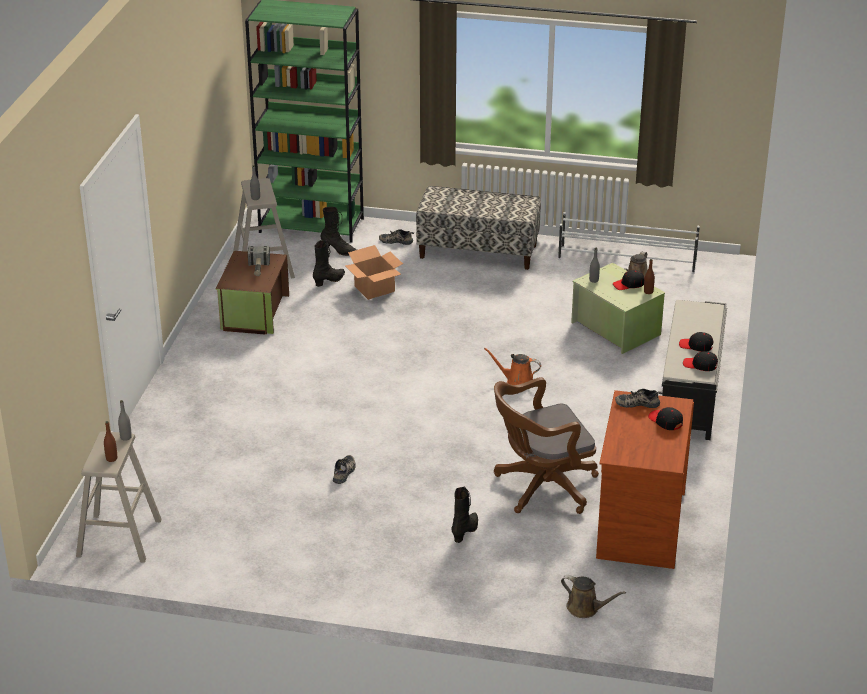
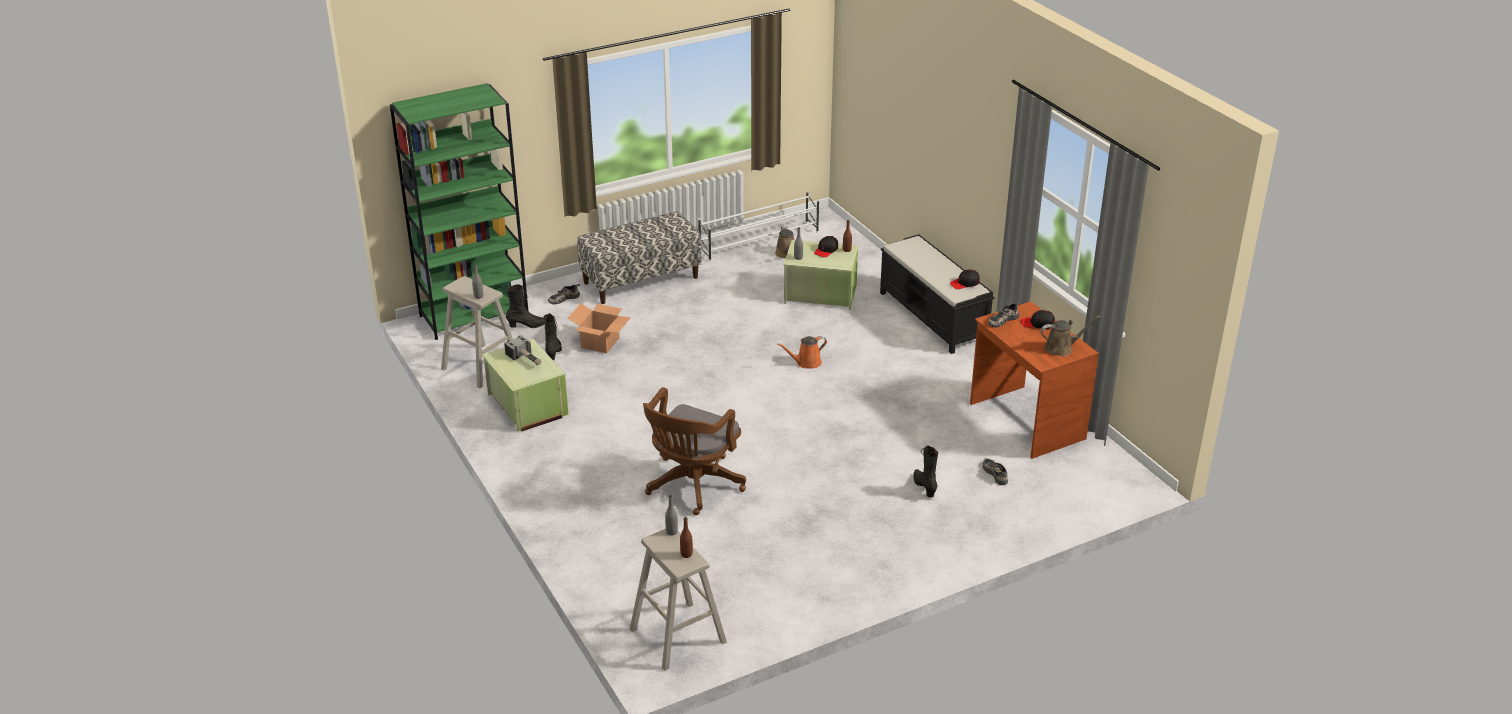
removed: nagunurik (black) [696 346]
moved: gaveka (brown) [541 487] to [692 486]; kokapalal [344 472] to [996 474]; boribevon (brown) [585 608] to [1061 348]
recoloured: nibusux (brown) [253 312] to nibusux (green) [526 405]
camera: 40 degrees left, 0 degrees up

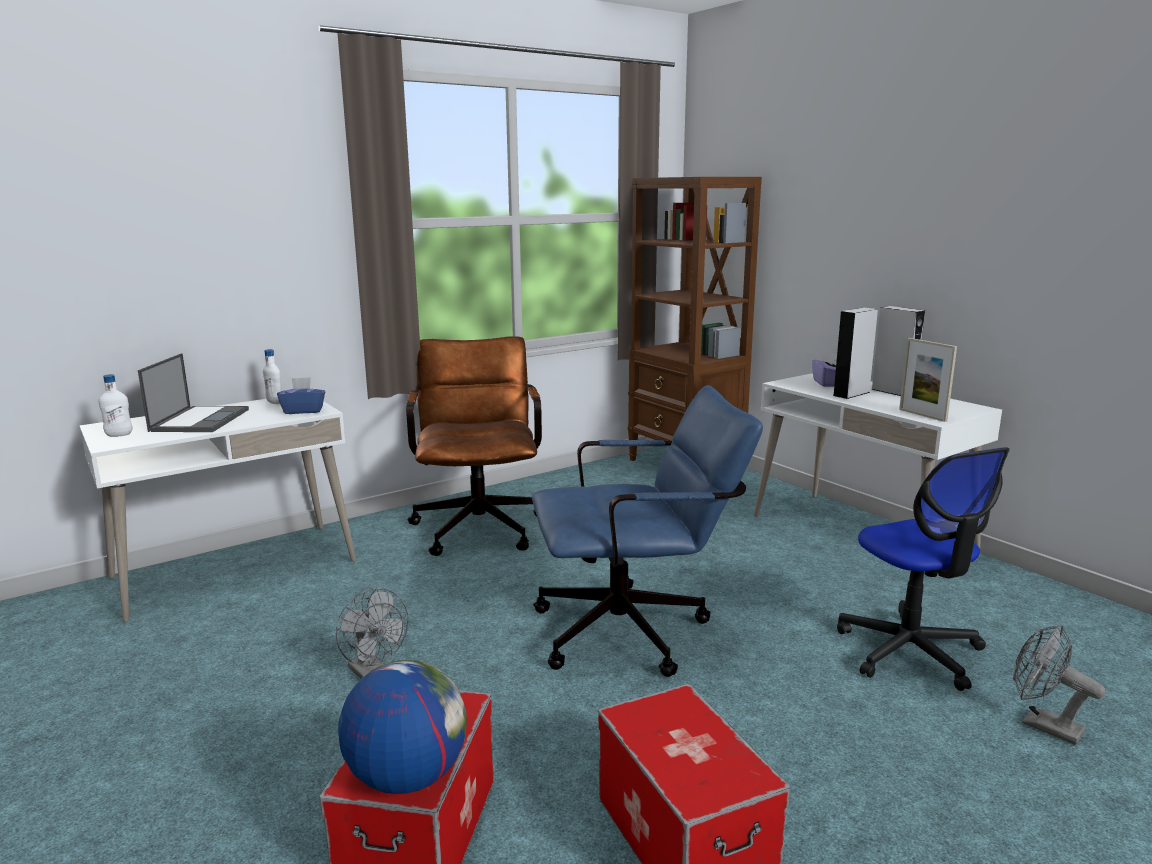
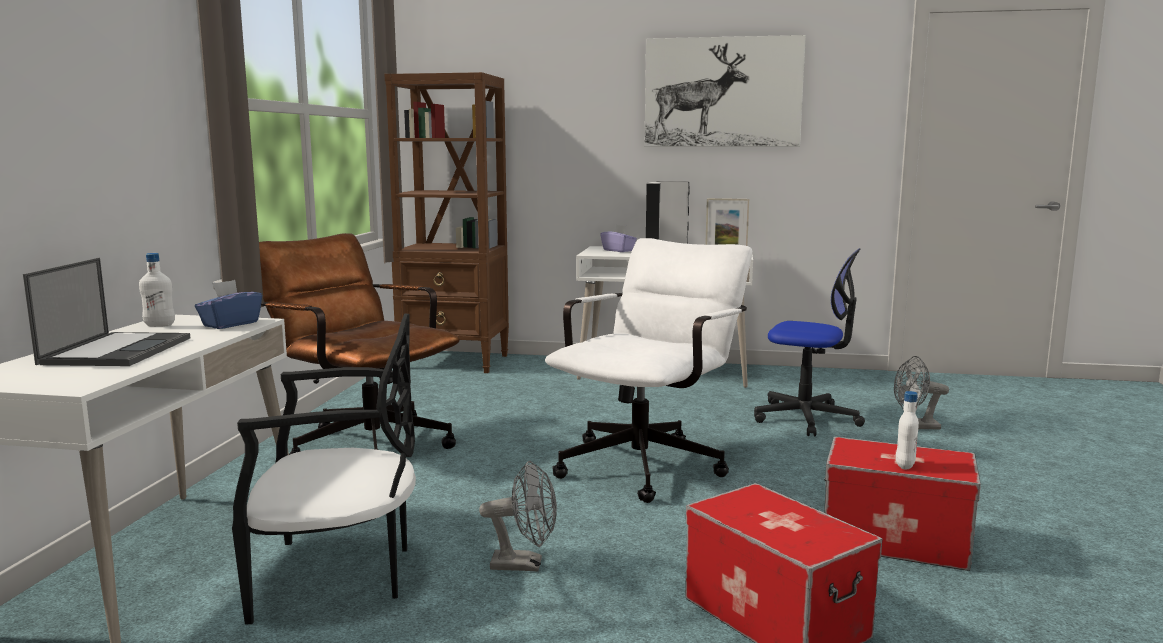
removed: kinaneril [407 777]
added: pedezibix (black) [338 576]; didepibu [722 92]
moved: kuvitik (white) [119 435] to [904 465]
recoloured: gaveka (blue) [636 630] to gaveka (white) [648 463]
turned: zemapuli [200 420] = [117 350] 45 degrees clockwise
camera: 45 degrees left, 5 degrees down

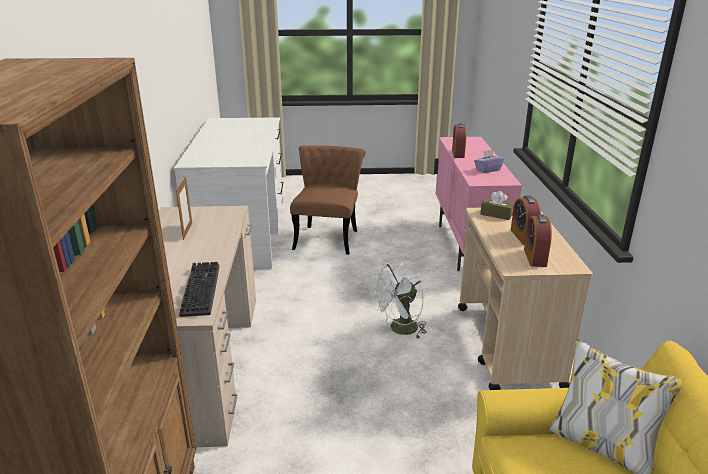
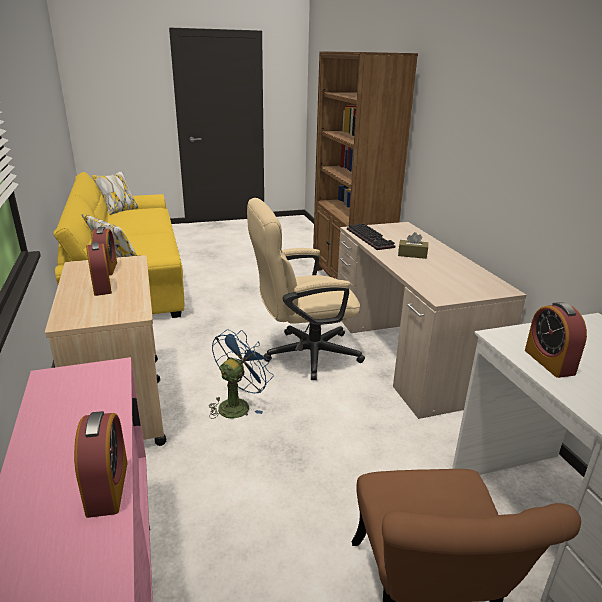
removed: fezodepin [187 231]; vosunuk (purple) [487 170]
added: gaveka (beige) [303 354]; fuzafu [549 362]
moved: vosunuk (brown) [496 214] to [412 254]
recoloured: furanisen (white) [400 330] to furanisen (blue) [237 404]
camera: 165 degrees right, 0 degrees up

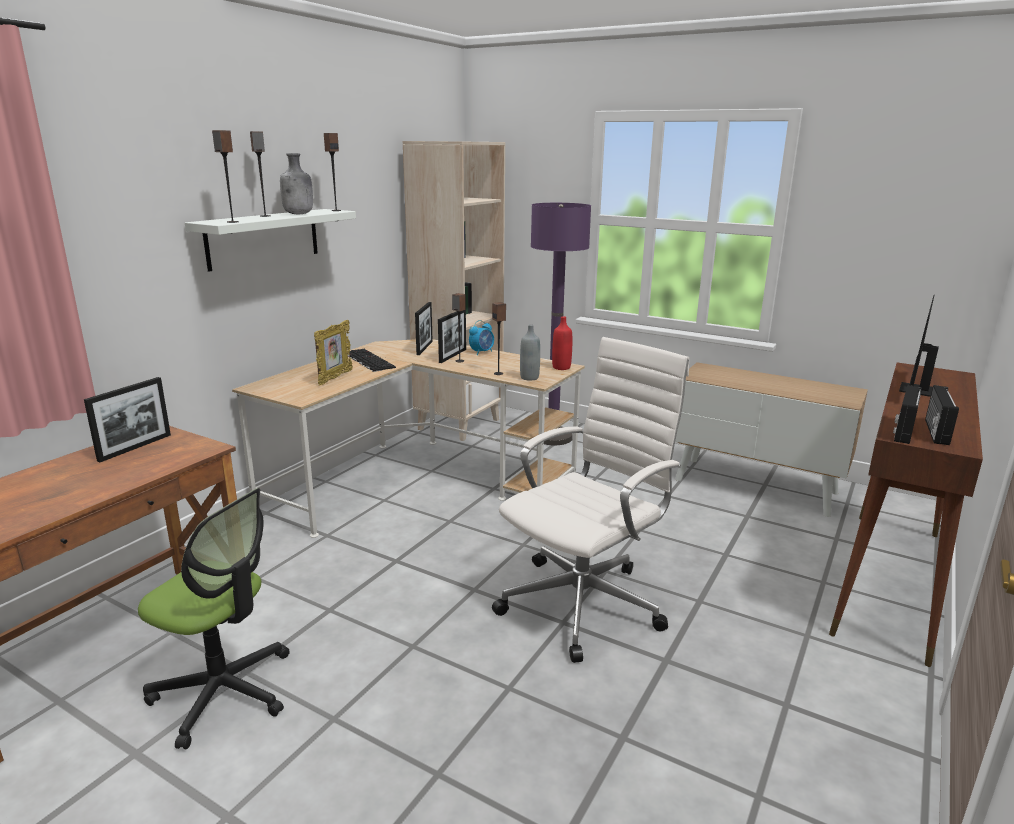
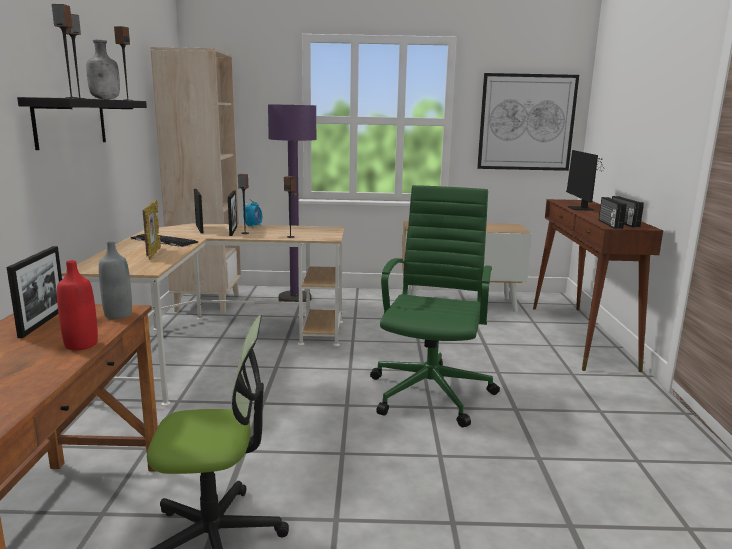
added: didepibu [526 122]
moved: kuvitik (red) [561 367] to [81 345]; kuvitik (grey) [529 377] to [118 315]
recoloured: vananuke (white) [263 238] to vananuke (black) [71 122]; gaveka (white) [585 602] to gaveka (green) [431 392]
camera: 30 degrees left, 5 degrees down

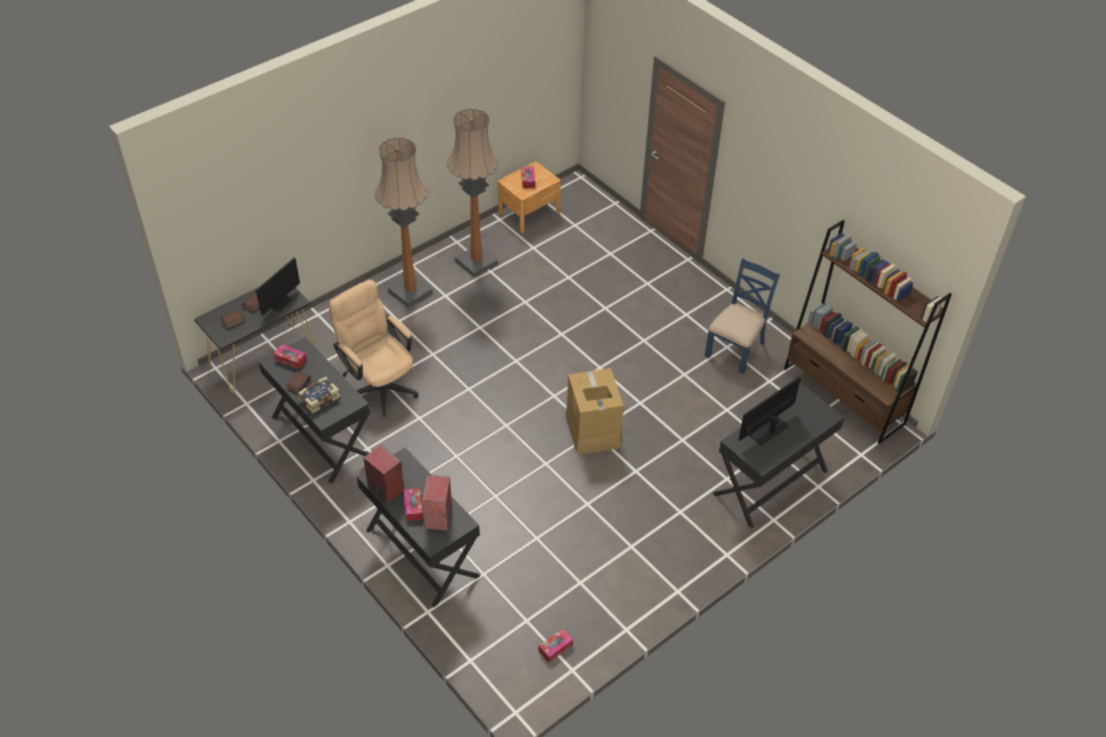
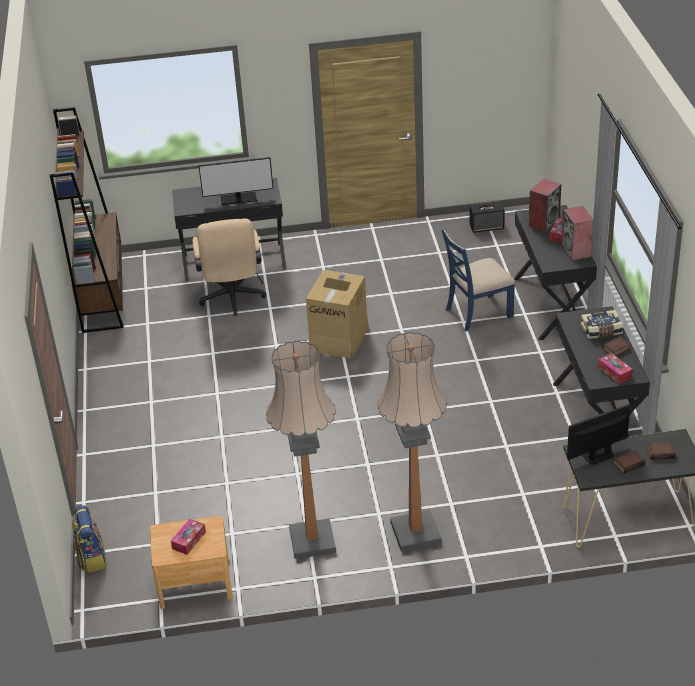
added: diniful [91 558]
moved: gaveka (beige) [379 384] to [232 299]; pedezibix (blue) [735 349] to [478 312]
replaced: vosunuk [555 648] to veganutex [487 227]
camera: 145 degrees left, 10 degrees down

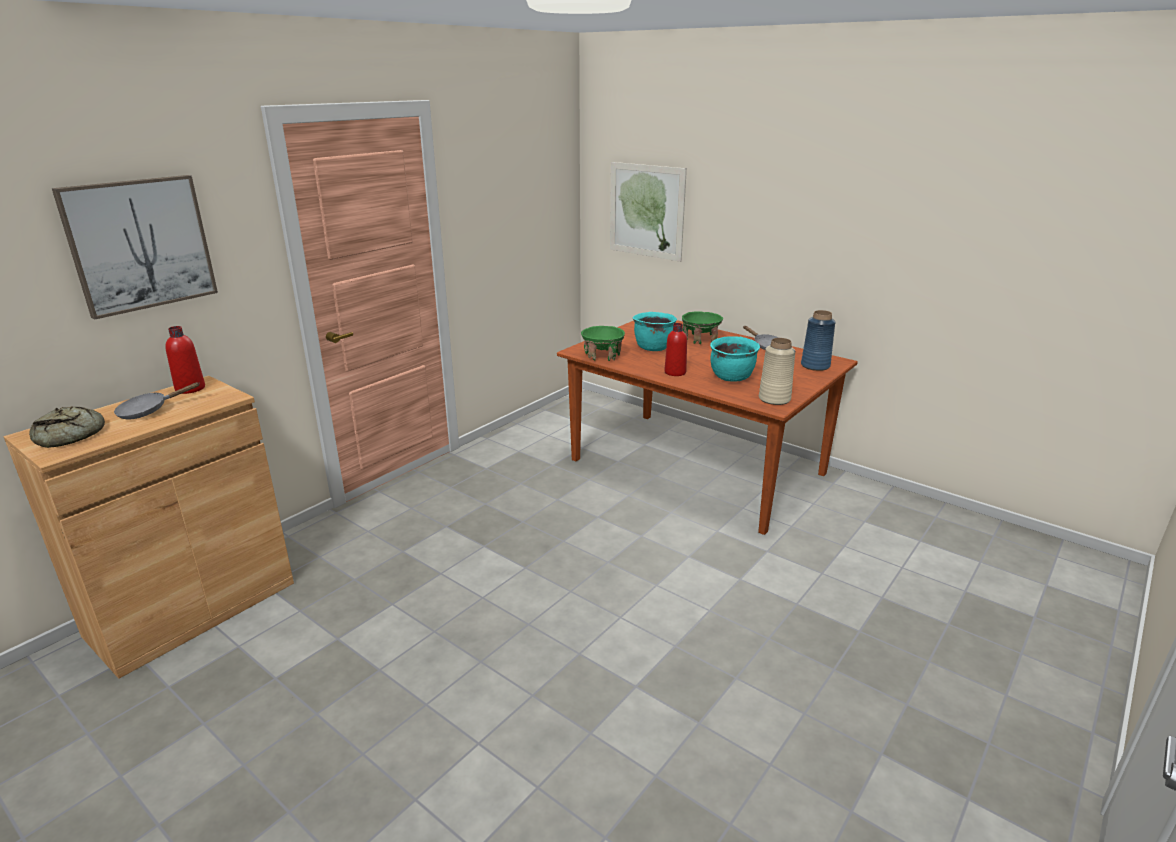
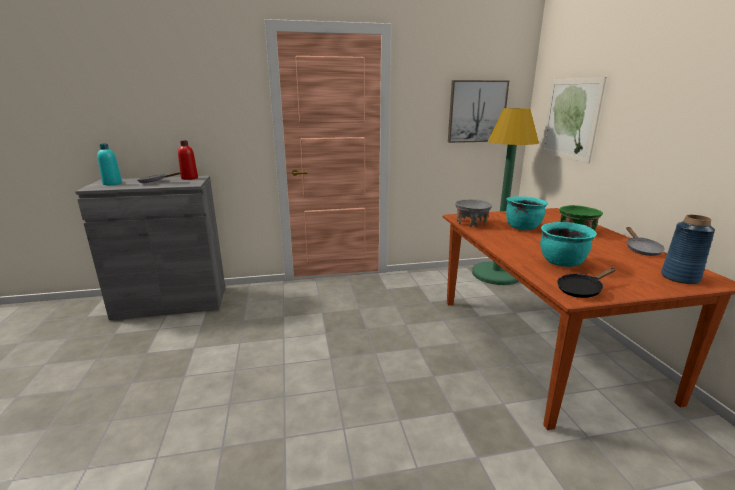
removed: kuvitik (red) [675 372]
added: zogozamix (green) [496 274]
moved: didepibu [140 244] to [477 111]
replaced: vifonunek [70 435] to kuvitik (turquoise) [112 183]; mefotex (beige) [774 399] to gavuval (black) [581 290]
recoloured: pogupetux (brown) [192 608] to pogupetux (grey) [171 302]; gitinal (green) [602 356] to gitinal (grey) [471 223]
camera: 40 degrees right, 5 degrees down

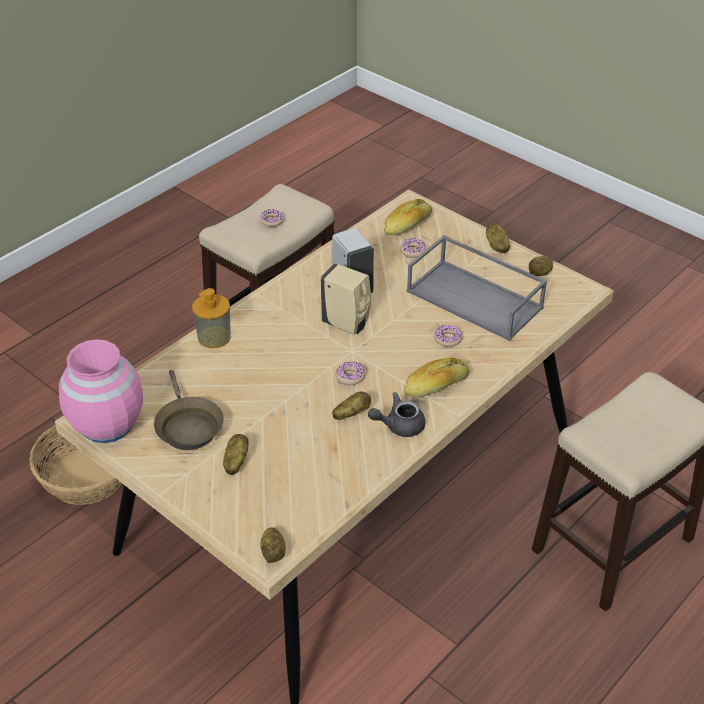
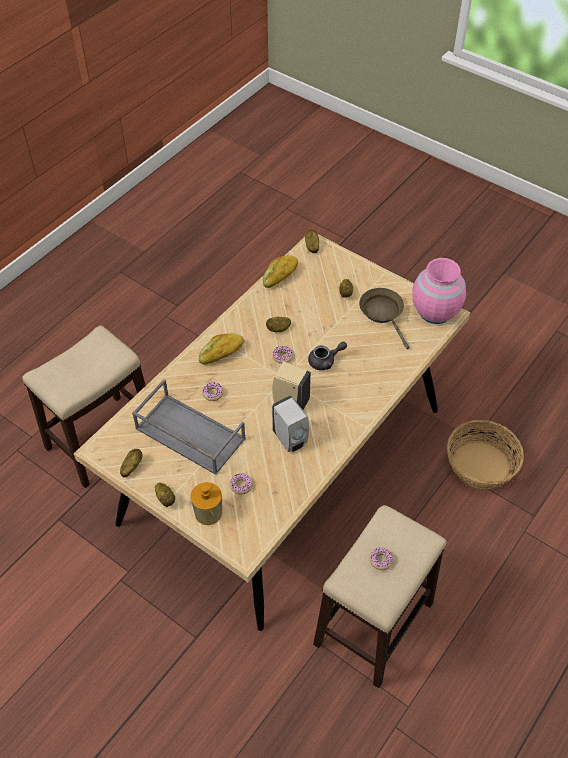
moved: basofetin [214 337] to [208 513]; vifonunek [407 225] to [280 276]; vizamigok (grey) [399 425] to [325 361]
camera: 175 degrees right, 10 degrees up

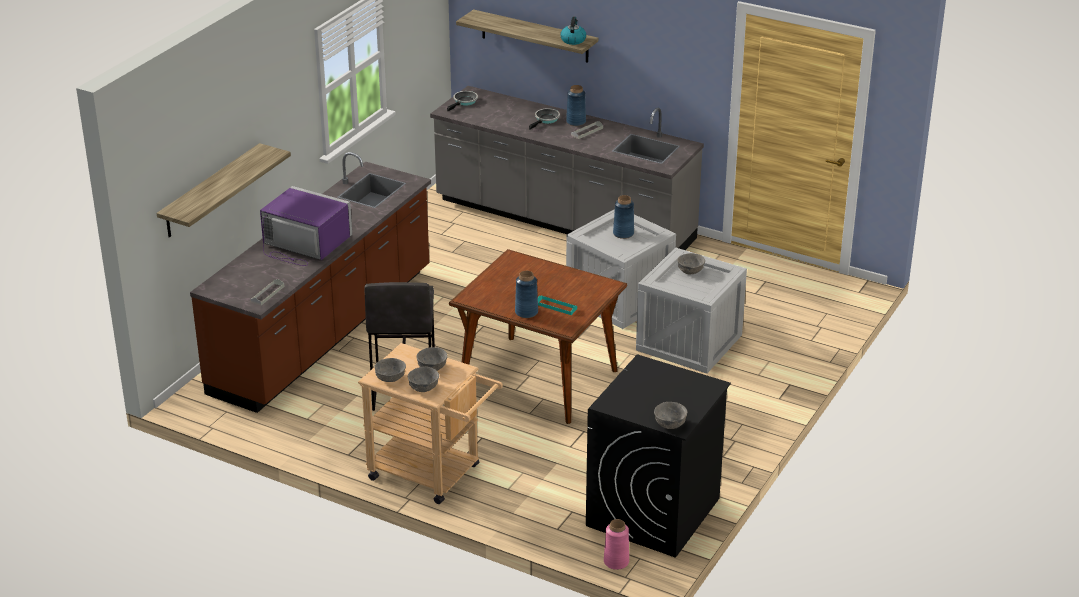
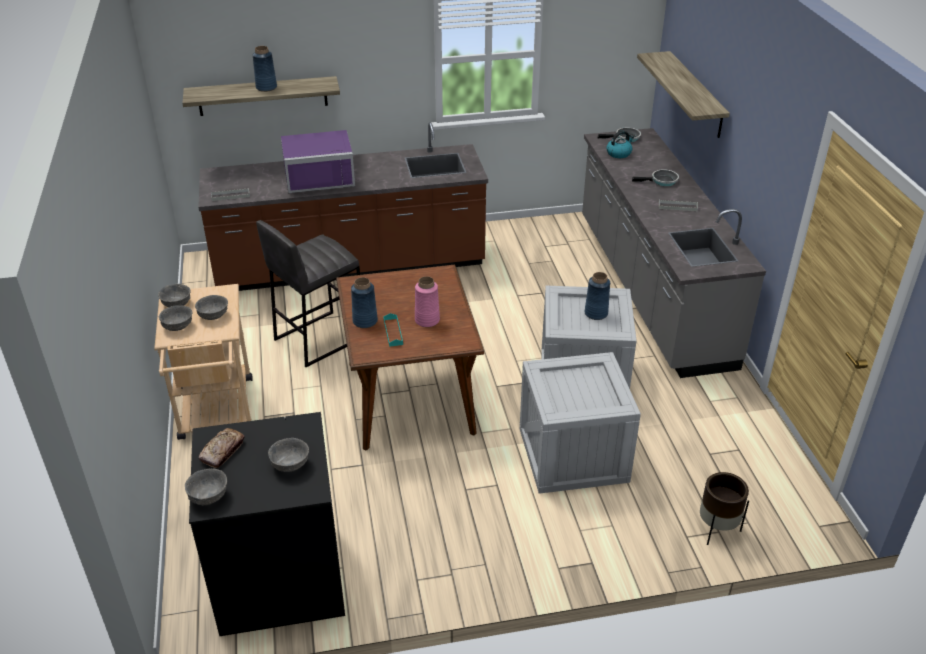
added: vifonunek [222 451]; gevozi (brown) [716 529]
moved: mefotex (blue) [576 122] to [266 87]; gitinal (grey) [690 271] to [290 465]; mefotex (pink) [616 562] to [427 320]; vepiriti [573 40] to [619 153]
turned: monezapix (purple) [304 244] = [319 176] 90 degrees clockwise
camera: 50 degrees right, 5 degrees up

